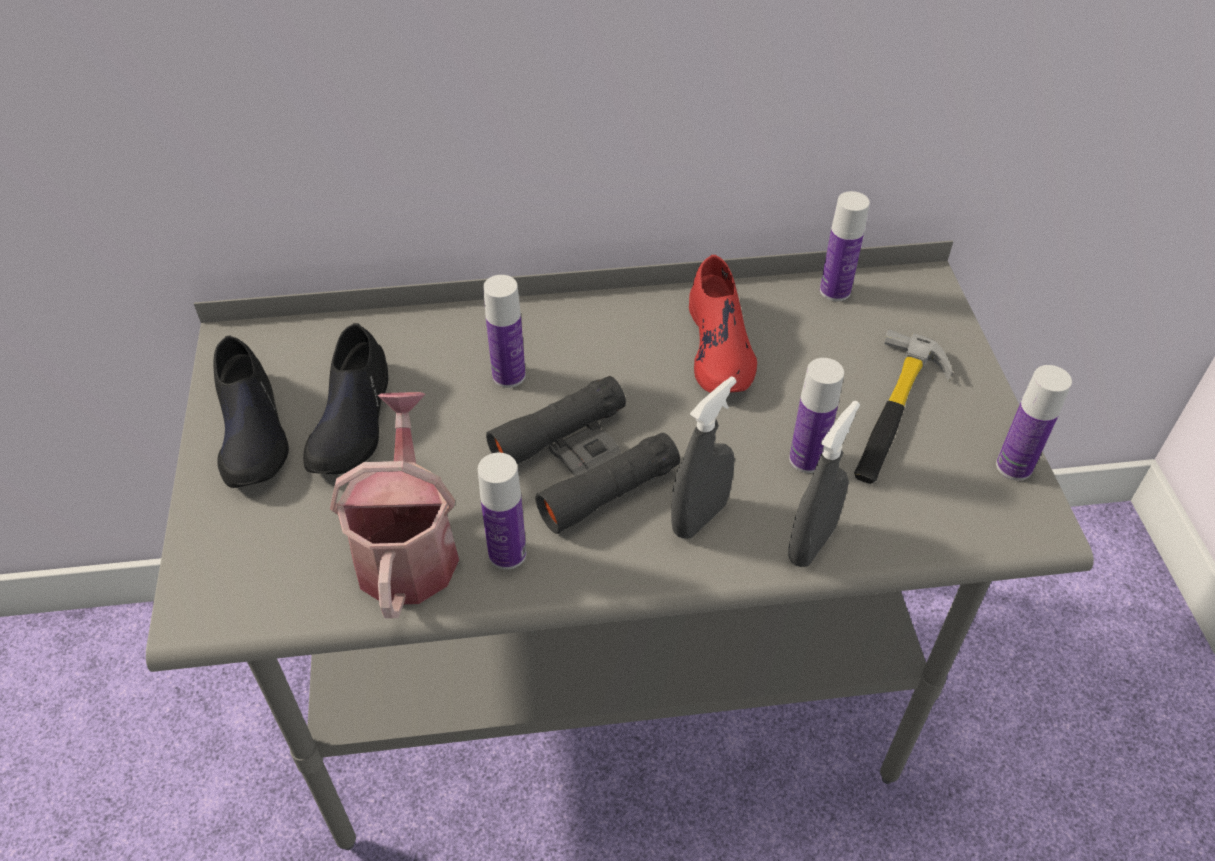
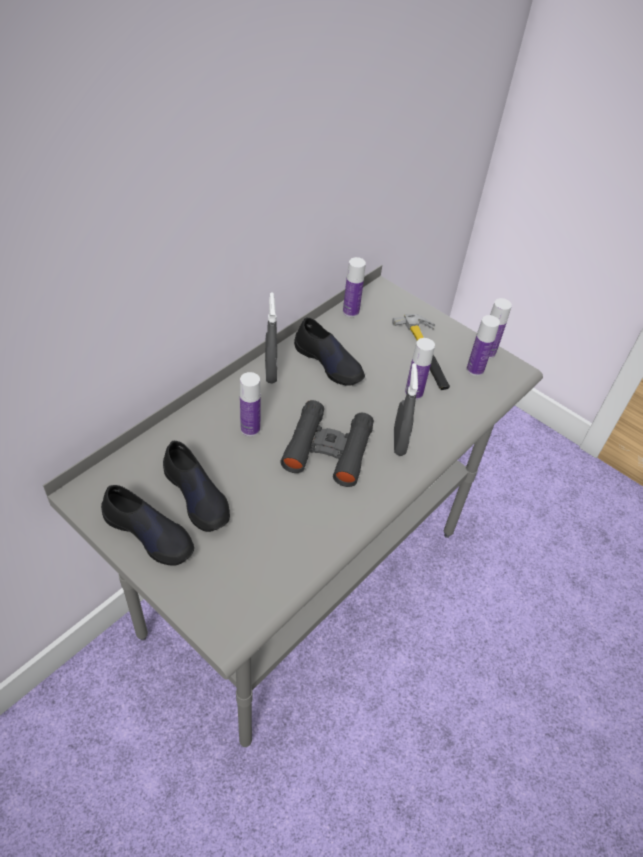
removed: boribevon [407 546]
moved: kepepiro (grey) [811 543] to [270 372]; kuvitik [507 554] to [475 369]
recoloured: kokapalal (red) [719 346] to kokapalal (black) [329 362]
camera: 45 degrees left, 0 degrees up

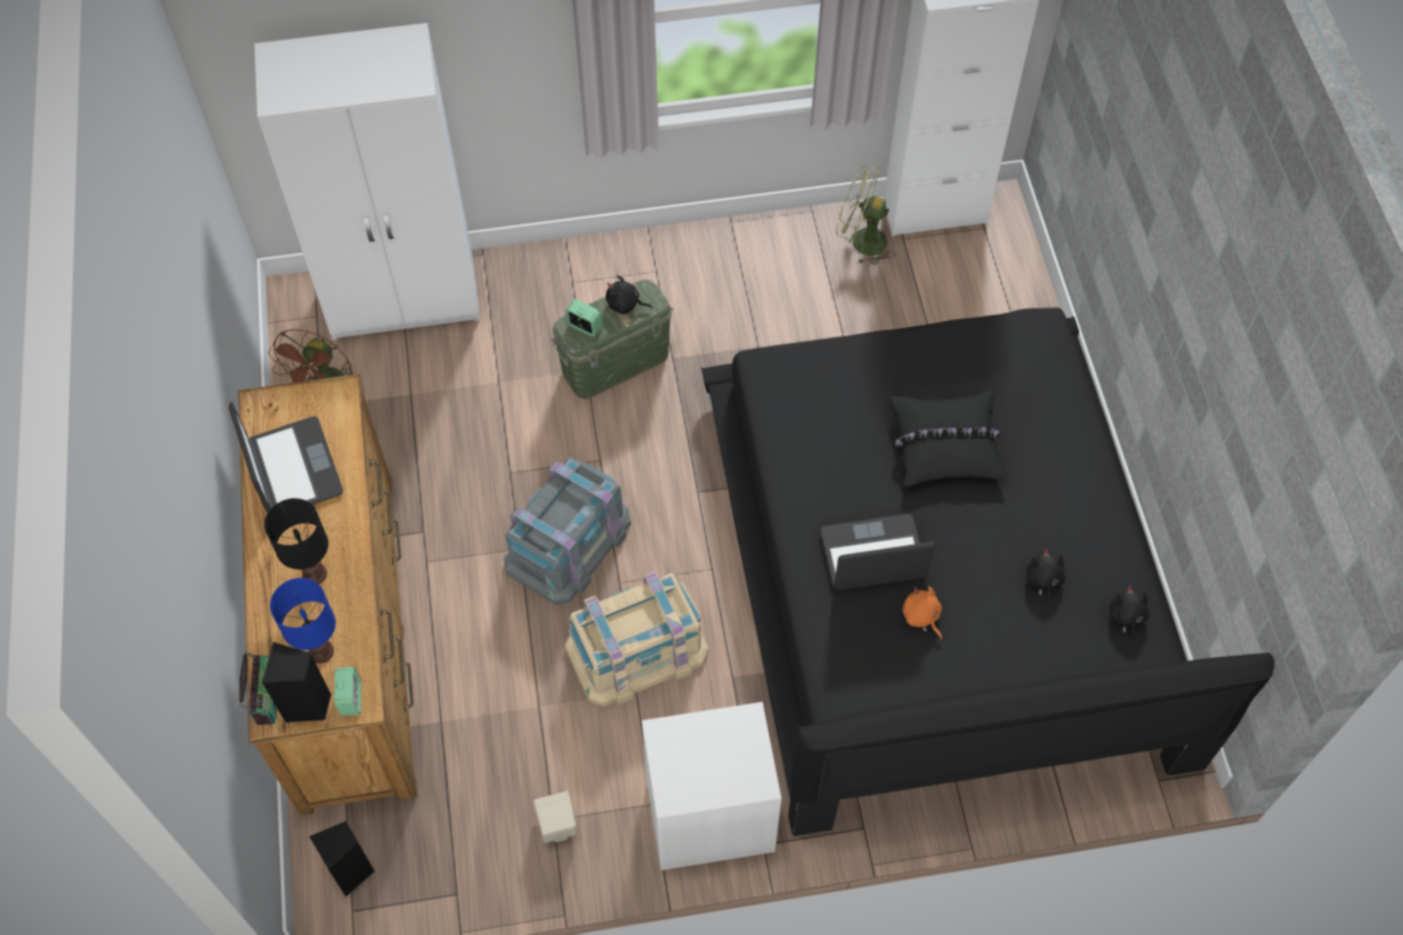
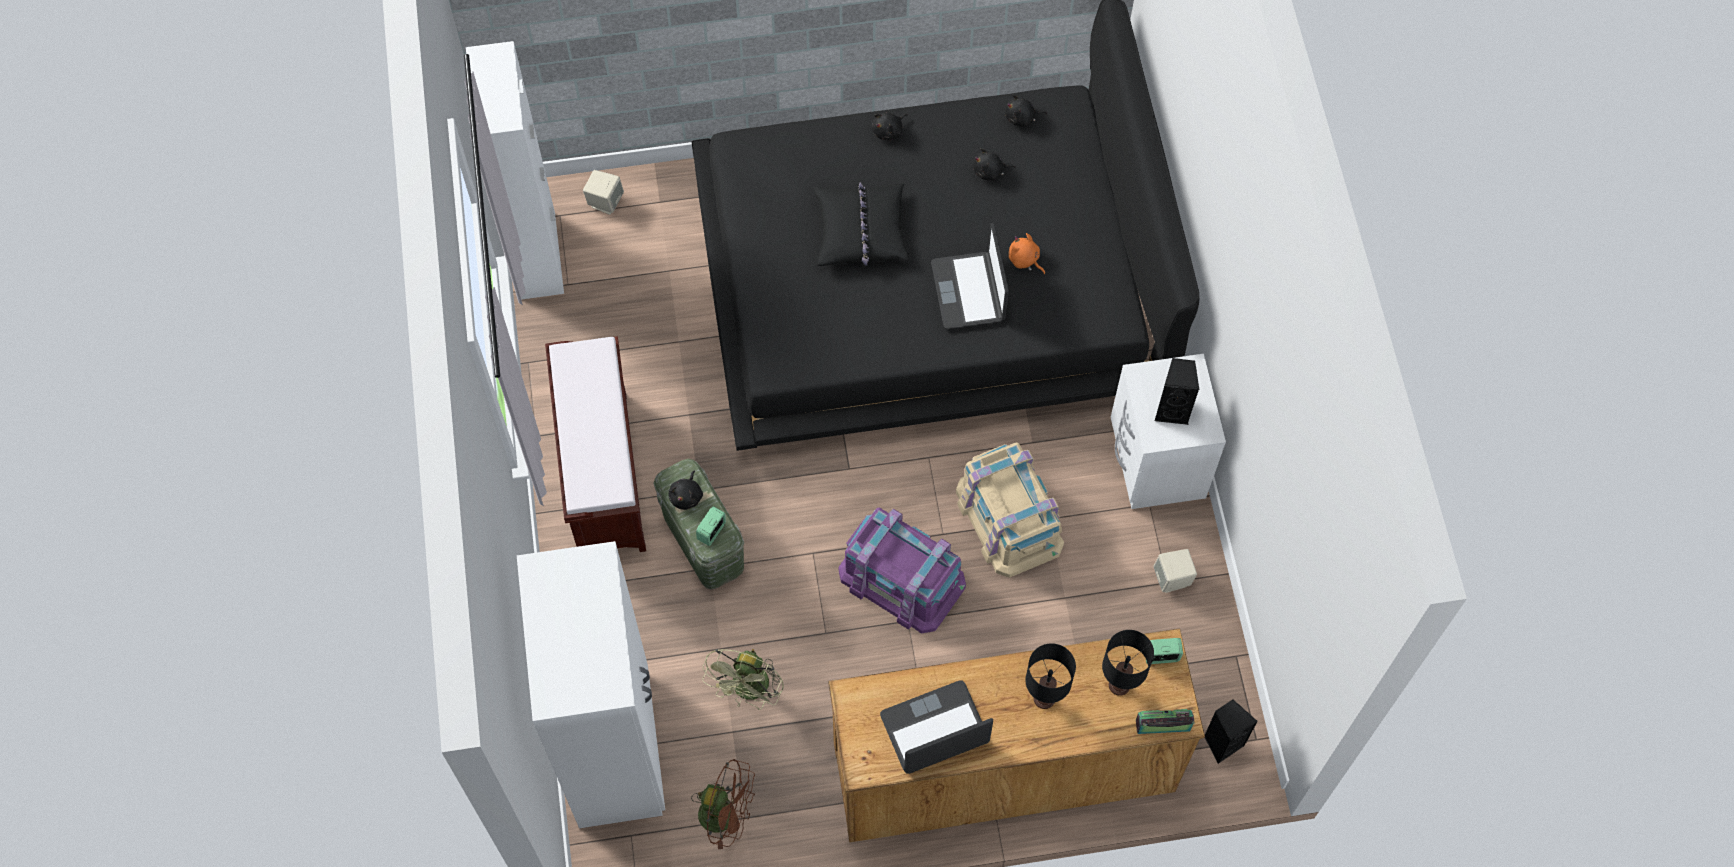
added: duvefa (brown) [602 473]; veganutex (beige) [605 201]; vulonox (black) [889 131]
moved: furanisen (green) [861 241] to [749 691]; veganutex (black) [308 705] to [1172 409]
recoloured: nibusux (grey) [568 543] to nibusux (purple) [902 578]; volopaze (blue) [320 651] to volopaze (black) [1119 686]
turned: vulonox (orange) [921 617] = [1025 260] 75 degrees clockwise
camera: 90 degrees left, 5 degrees up

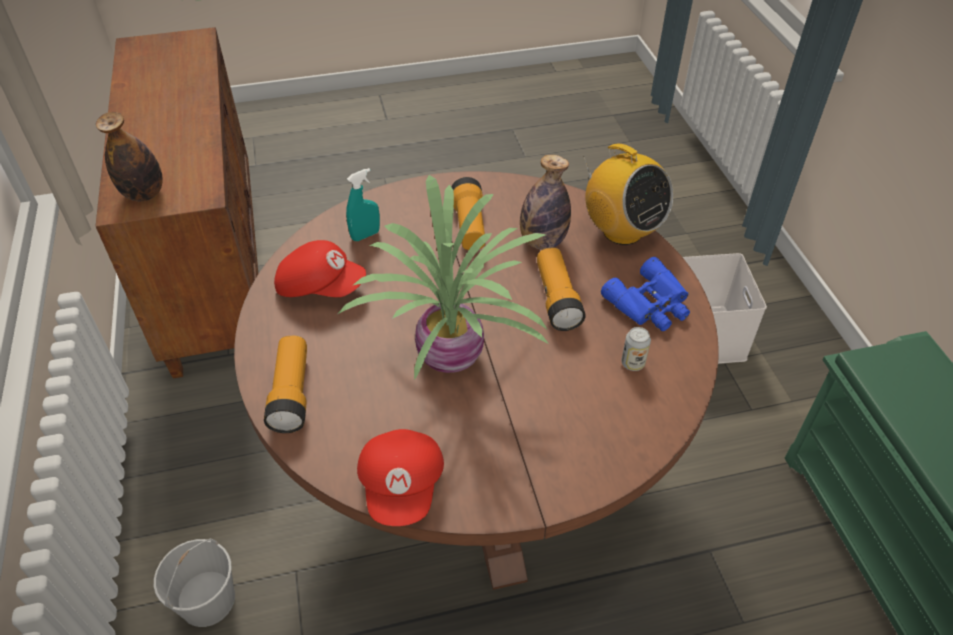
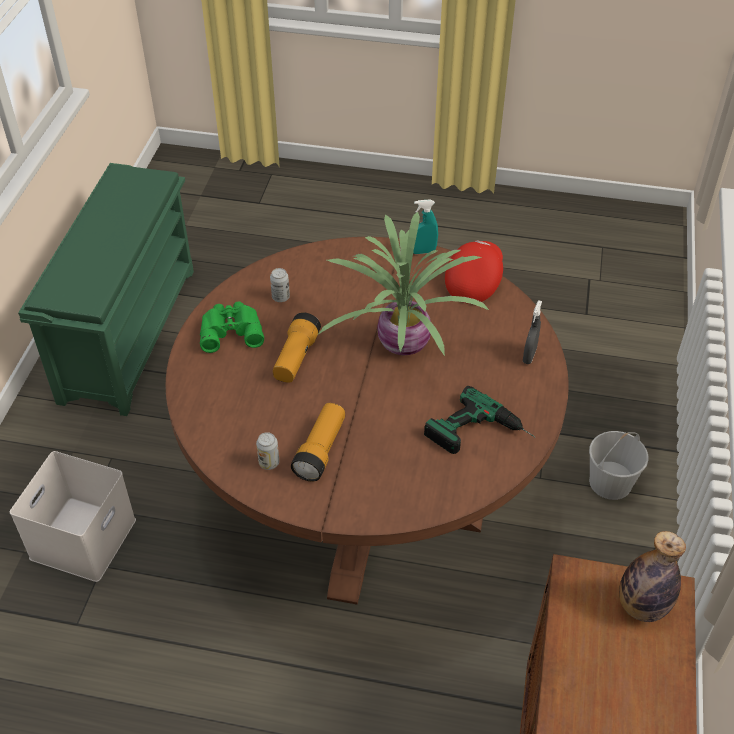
removed: kuvitik [542 241]; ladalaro [621 231]
added: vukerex [269 463]
moved: kepepiro (turquoise) [365 235] to [422 251]
replaced: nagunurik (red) [321 286] to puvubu [481 435]; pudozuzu [291 394] to kepepiro (grey) [529 356]
recoloured: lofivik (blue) [650 304] to lofivik (green) [230 330]
camera: 155 degrees left, 0 degrees up

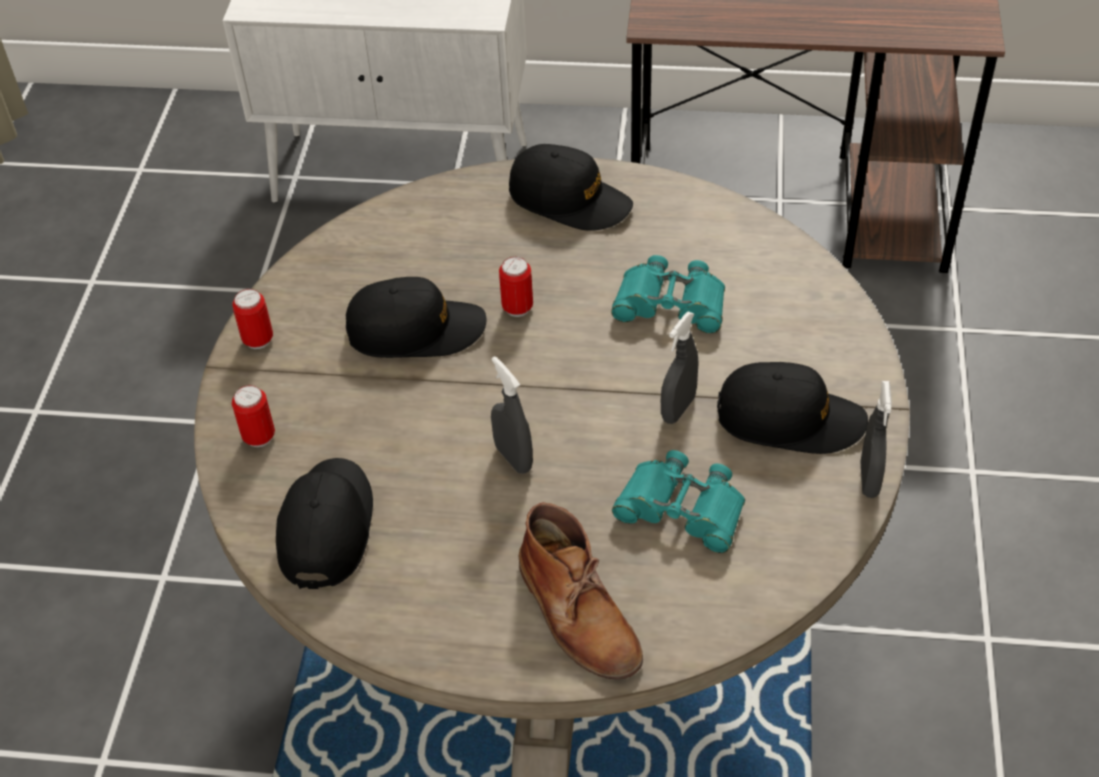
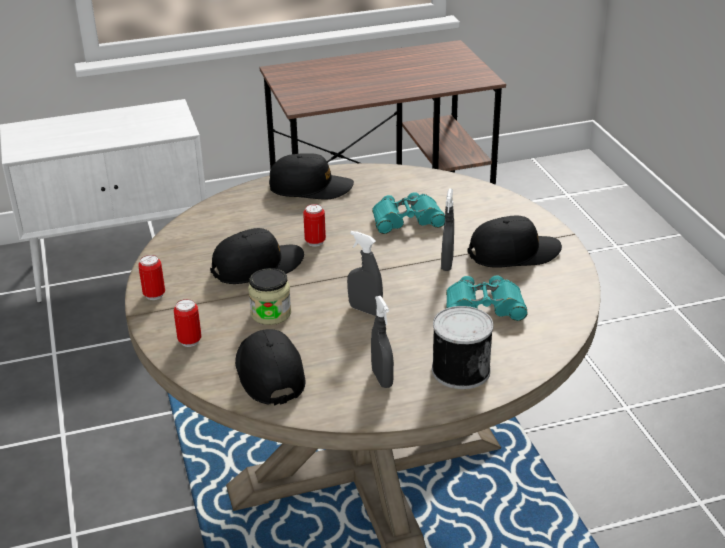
added: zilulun [271 313]
moved: kepepiro (grey) [869 479] to [382 378]
replaced: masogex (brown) [578 613] to vukerex [459 369]
camera: 25 degrees left, 15 degrees down

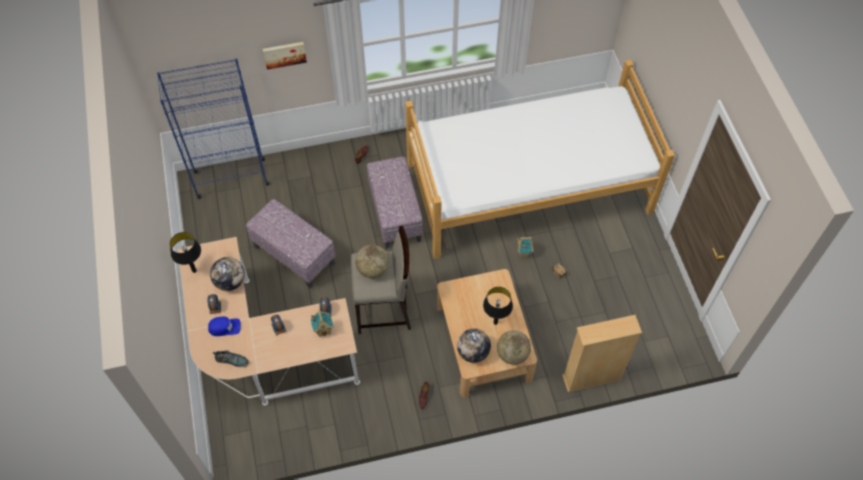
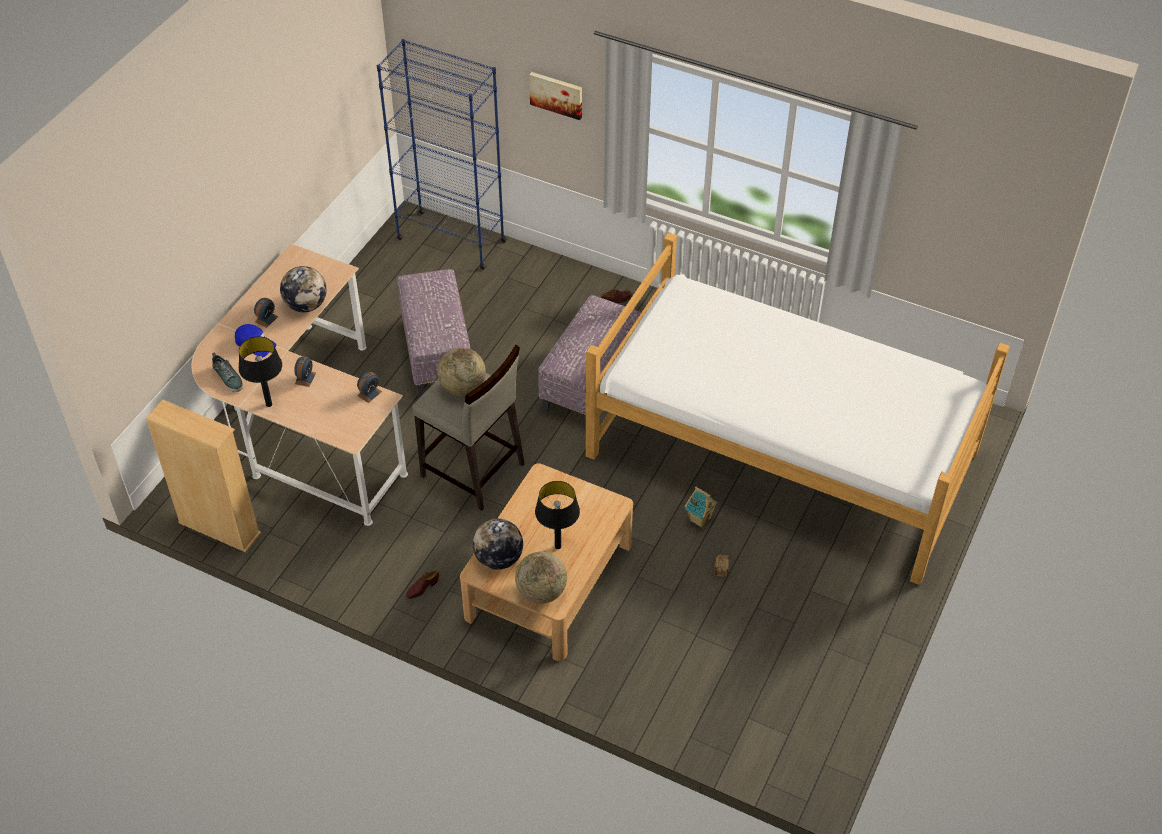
removed: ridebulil [323 330]
moved: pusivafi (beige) [591 378] to [219 528]; volopaze (black) [194 271] to [268 404]
camera: 40 degrees right, 10 degrees down

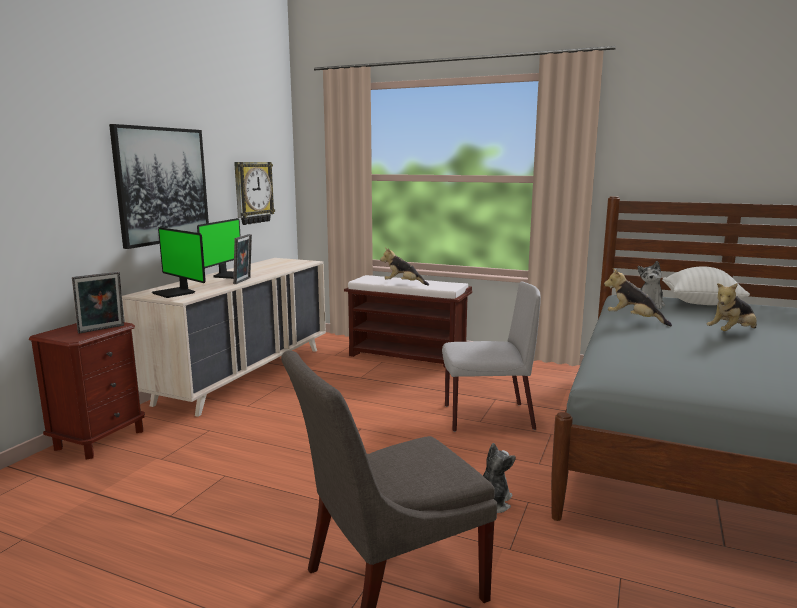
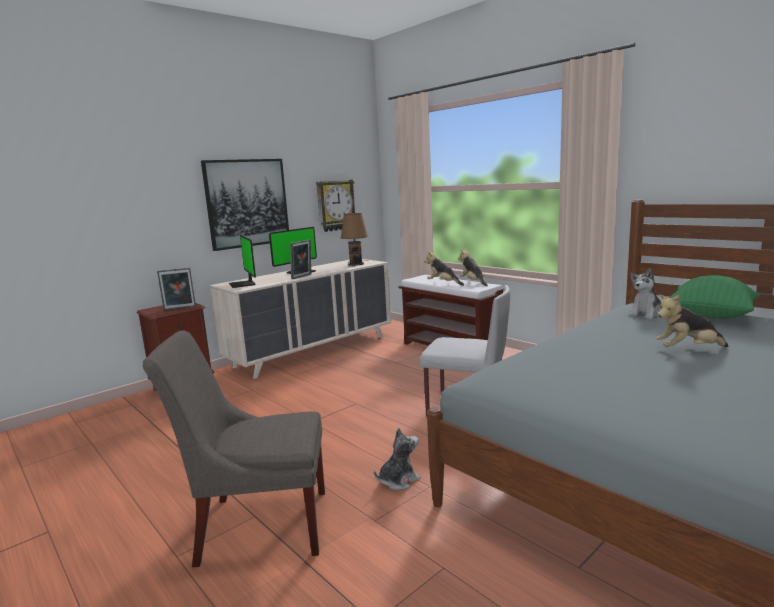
added: volopaze (brown) [356 264]
moved: vulonox [634 320] to [473 282]
recoloured: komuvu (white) [701 304] to komuvu (green) [710 317]
camera: 25 degrees right, 0 degrees up

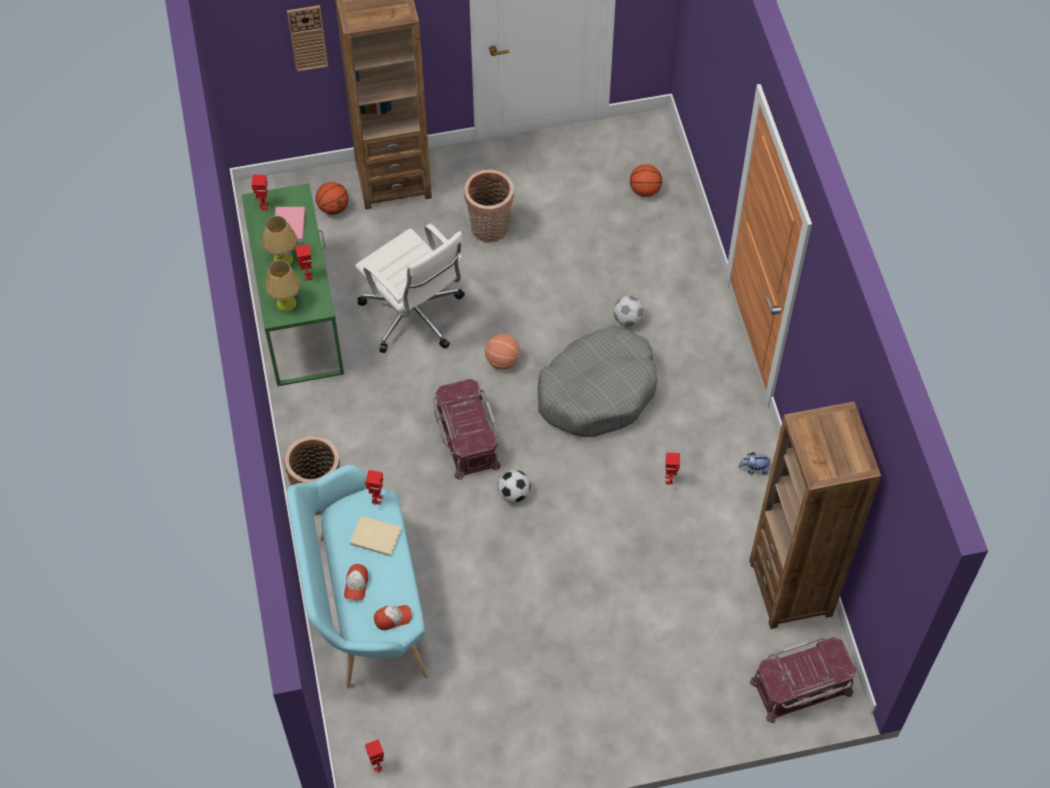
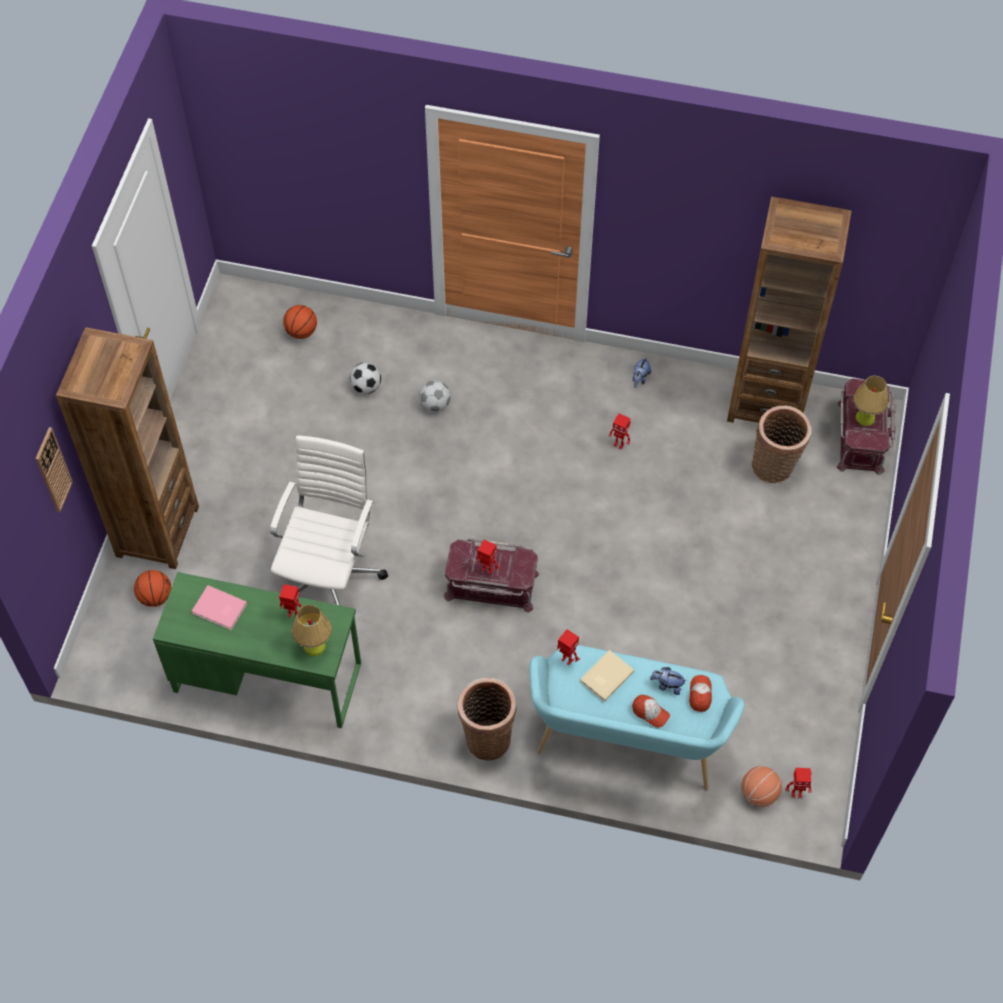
removed: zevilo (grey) [597 391]
added: vulonox [667 685]
moved: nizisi [514 493] to [366 387]; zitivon [264 206] to [487 570]; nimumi [502 360] to [758 794]; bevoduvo [490 230] to [775 467]; volopaze [283 259] to [865 417]
turned: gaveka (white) [414 316] = [329 576] 60 degrees counterclockwise
camera: 65 degrees left, 0 degrees up

